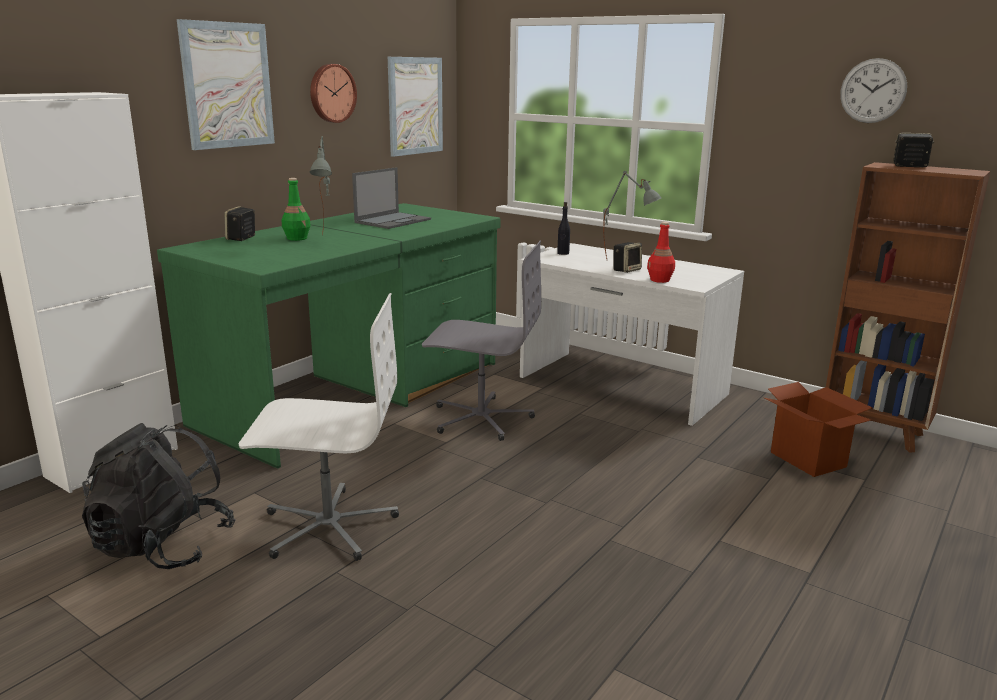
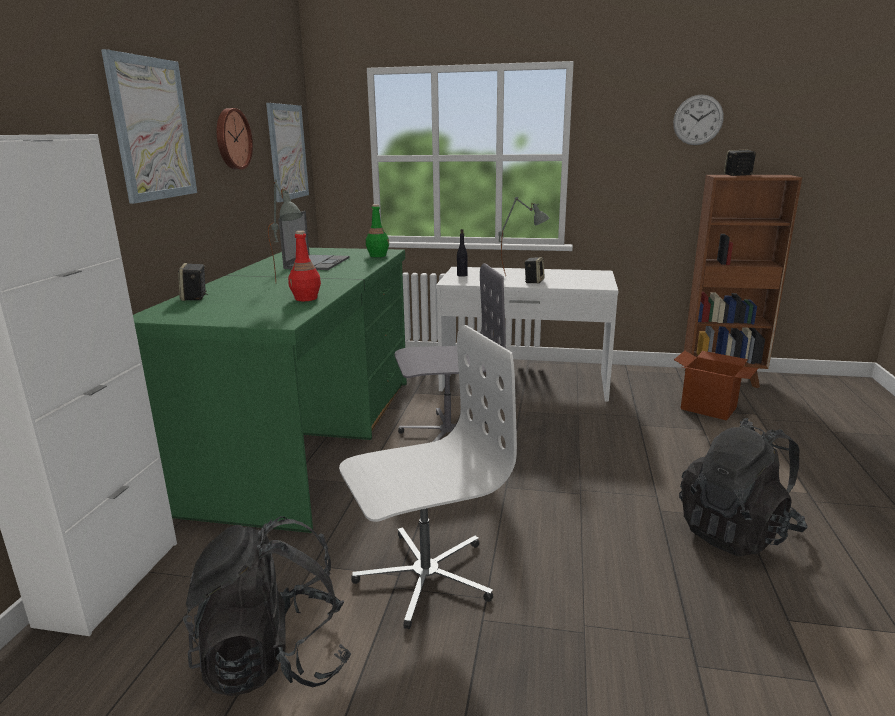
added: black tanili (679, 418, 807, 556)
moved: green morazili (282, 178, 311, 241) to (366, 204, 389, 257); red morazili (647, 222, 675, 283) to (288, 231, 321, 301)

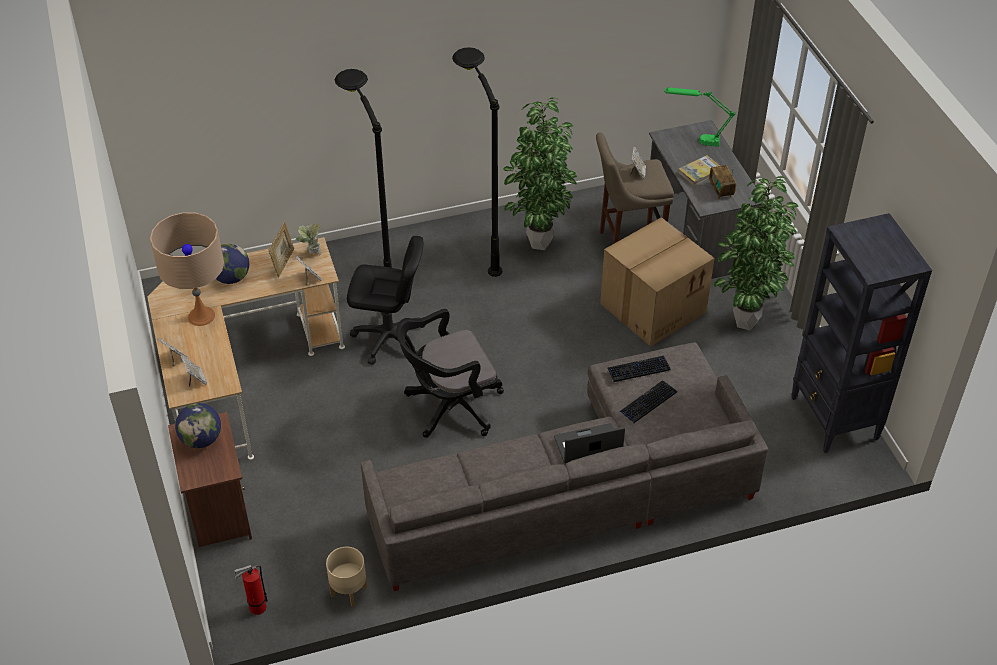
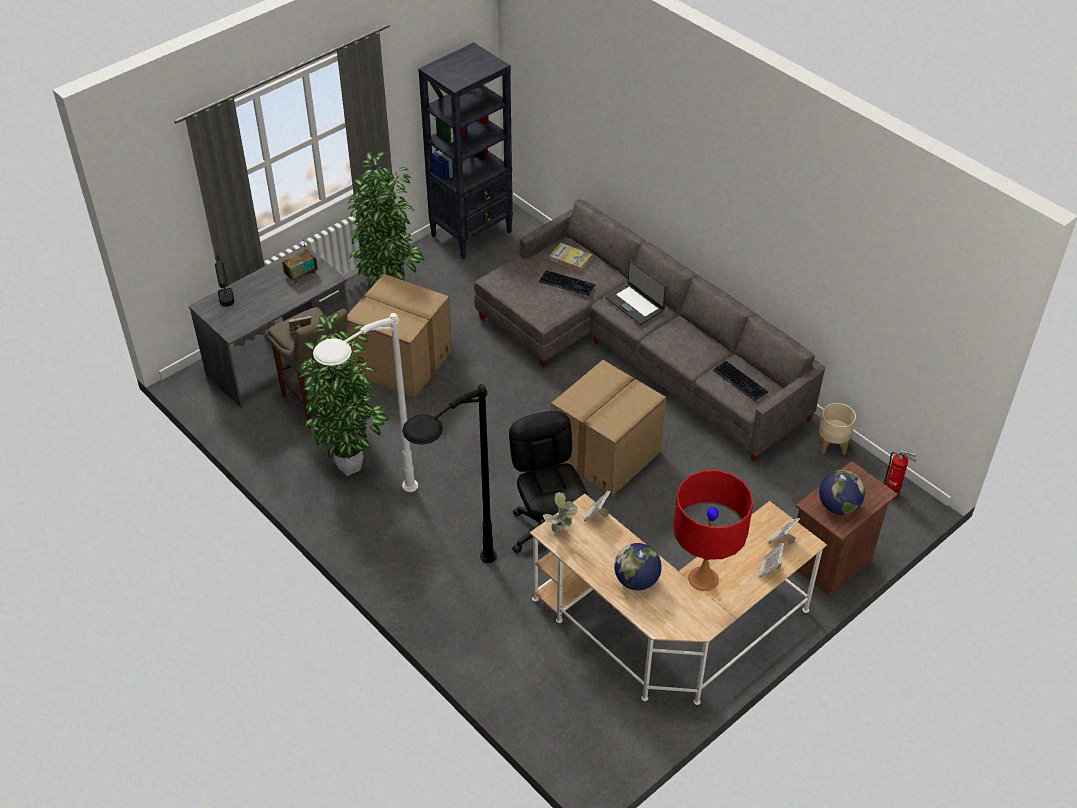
removed: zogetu (269, 221, 294, 277)
moved: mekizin (607, 356, 671, 382) to (712, 361, 768, 401); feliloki (678, 155, 720, 185) to (549, 243, 592, 272)
replaced: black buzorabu (396, 309, 504, 438) to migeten (551, 360, 666, 497)
recoloured: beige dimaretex (150, 212, 224, 326) to red dimaretex (673, 470, 753, 591); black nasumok (452, 47, 502, 277) to white nasumok (313, 313, 418, 492); green dimaretex (664, 87, 736, 147) to black dimaretex (215, 253, 234, 307)

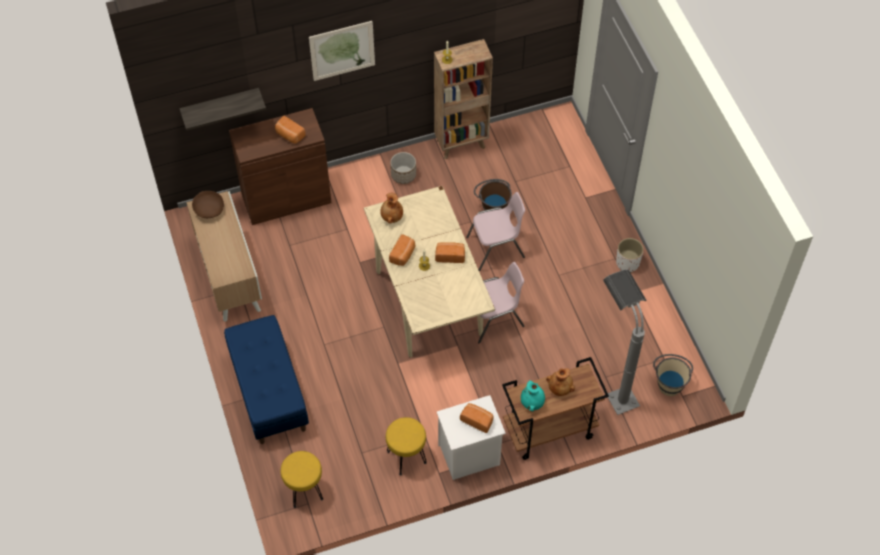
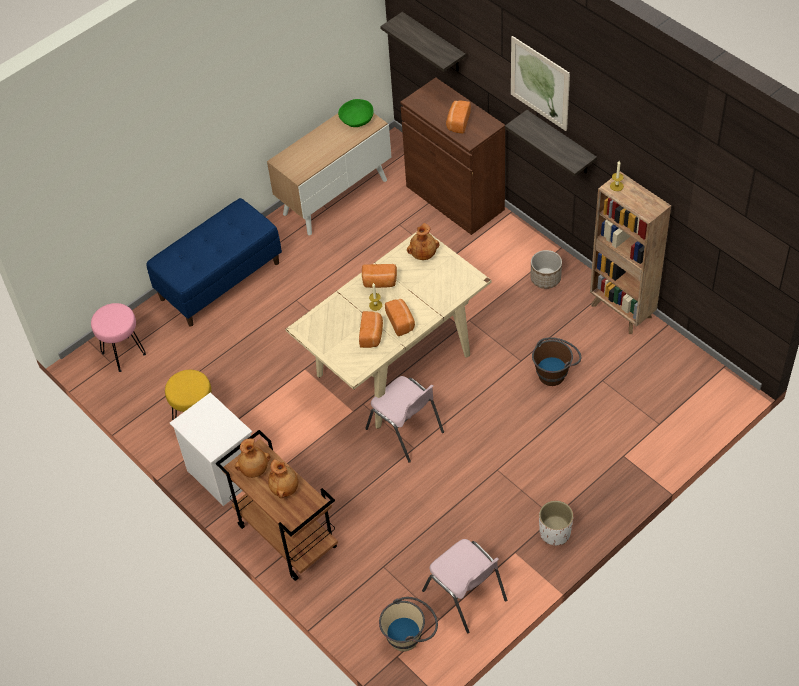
removed: grey nasumok (603, 269, 647, 415)
added: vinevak (505, 110, 597, 177)
moved: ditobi (460, 403, 494, 433) to (359, 311, 383, 348); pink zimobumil (466, 192, 525, 271) to (422, 539, 507, 633)
recoloured: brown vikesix (192, 191, 224, 218) to green vikesix (338, 99, 374, 127); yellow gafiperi (281, 451, 323, 508) to pink gafiperi (91, 303, 146, 372); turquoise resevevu (521, 380, 545, 412) to brown resevevu (235, 438, 270, 478)

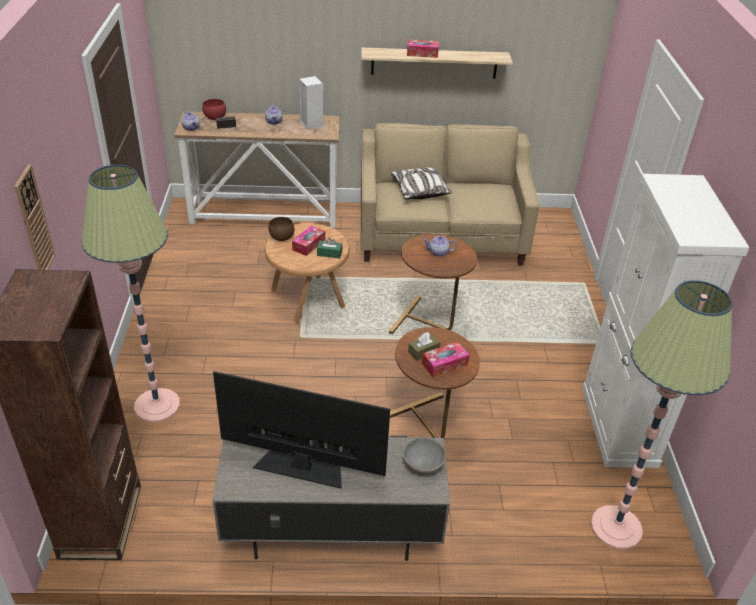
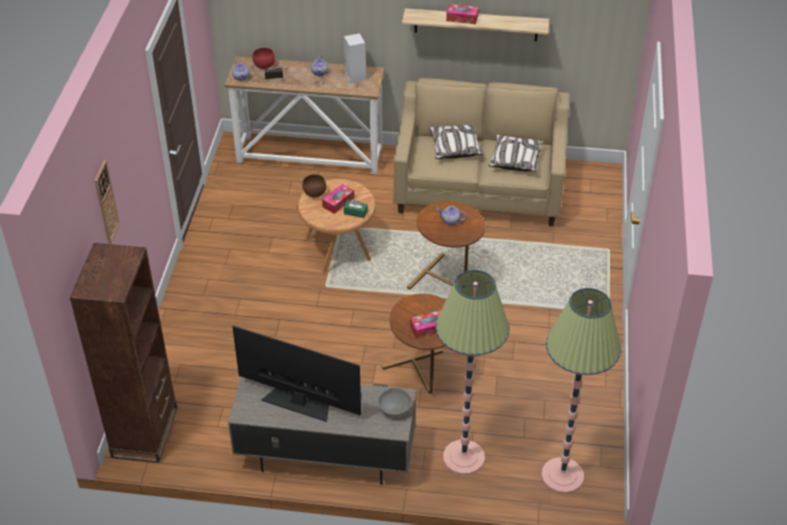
removed: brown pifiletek (408, 332, 440, 361); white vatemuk (582, 174, 749, 468)
added: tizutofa (488, 135, 543, 172)
moved: nasumok (81, 165, 180, 423) to (436, 270, 509, 475)

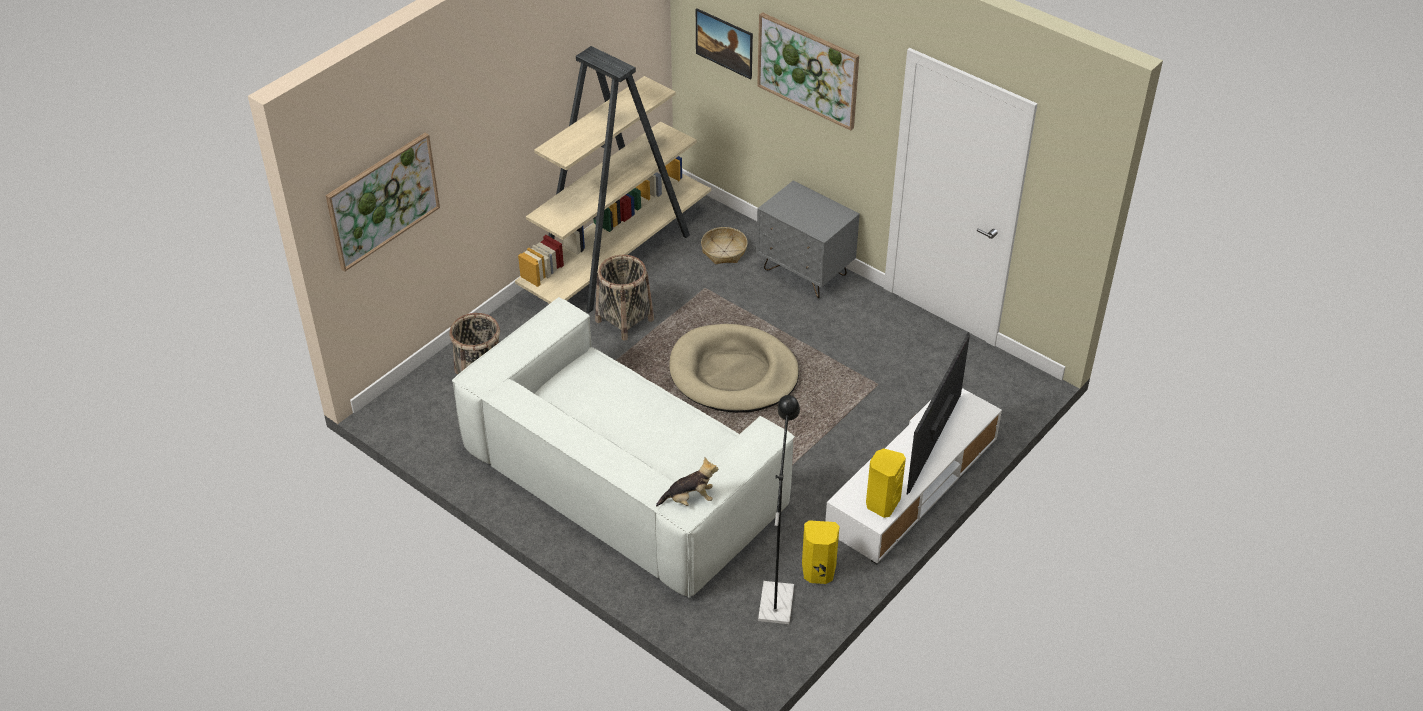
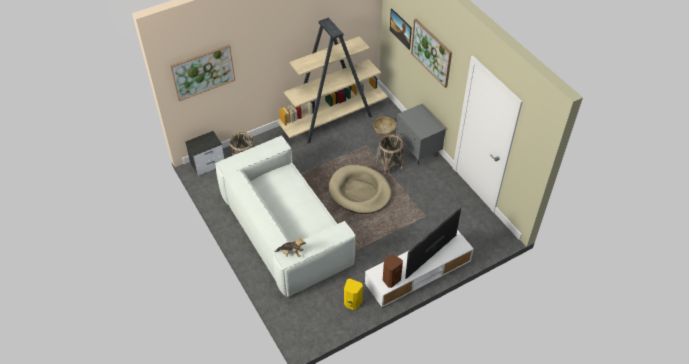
removed: black nasumok (758, 395, 800, 624)
added: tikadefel (185, 131, 224, 176)
moved: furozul (595, 255, 654, 341) to (376, 134, 404, 176)
recoloured: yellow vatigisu (866, 448, 906, 518) to brown vatigisu (383, 255, 403, 288)

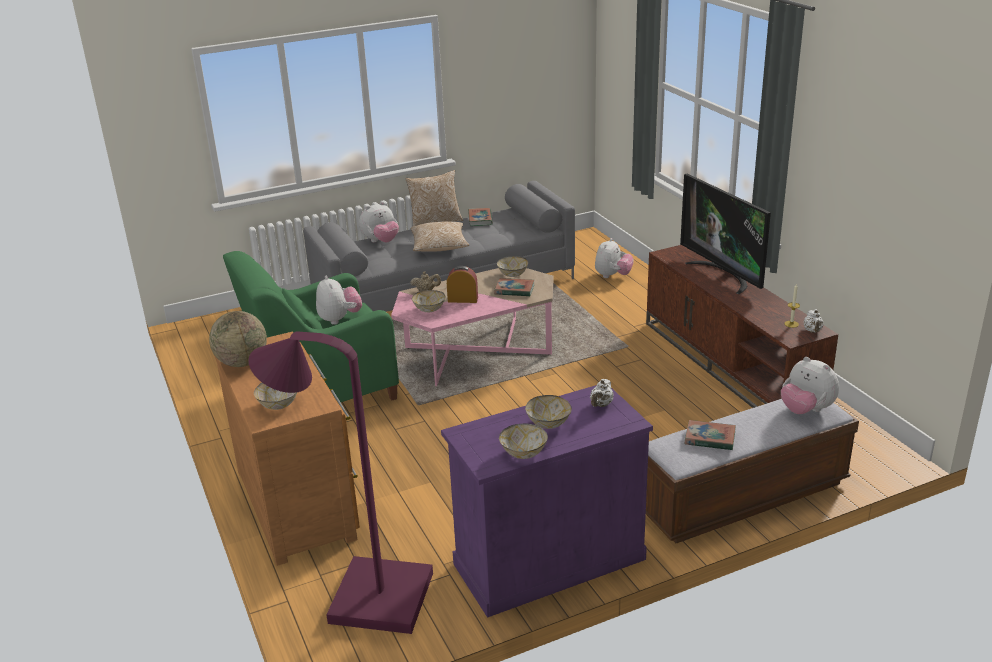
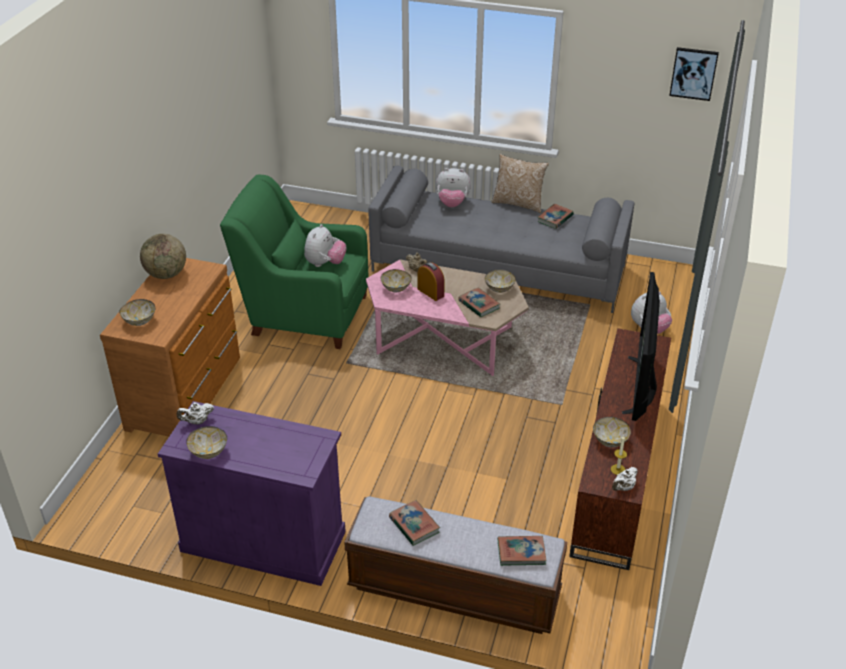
removed: purple nasumok (248, 331, 433, 634); tizutofa (410, 221, 470, 252)
added: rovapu (669, 47, 719, 101)
moved: vikesix (525, 395, 572, 429) to (593, 417, 631, 447); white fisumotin (590, 379, 614, 407) to (177, 402, 214, 425)
replaced: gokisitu (781, 357, 839, 414) to feliloki (498, 536, 547, 566)

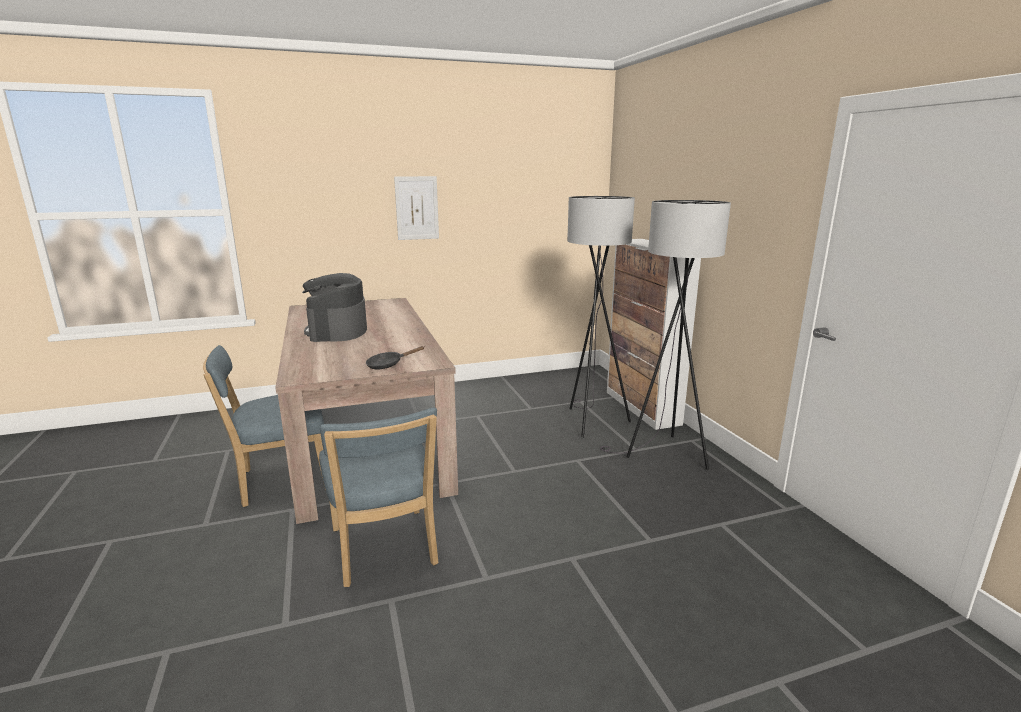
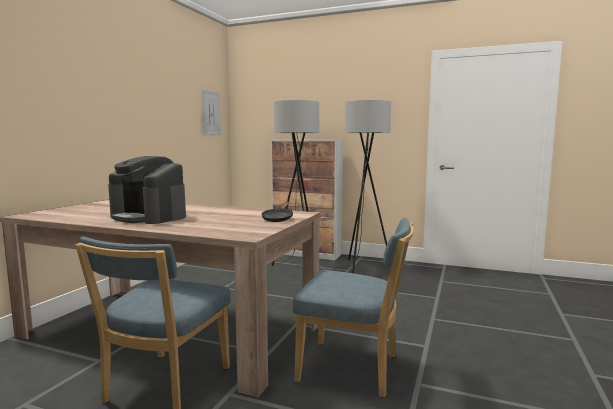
moved: rovapu (394, 176, 439, 240) to (202, 89, 221, 136)

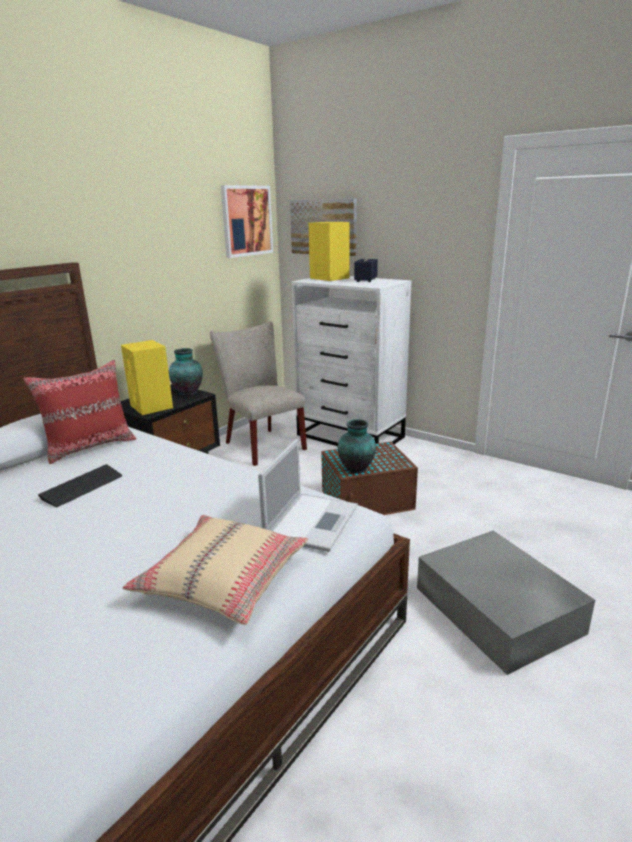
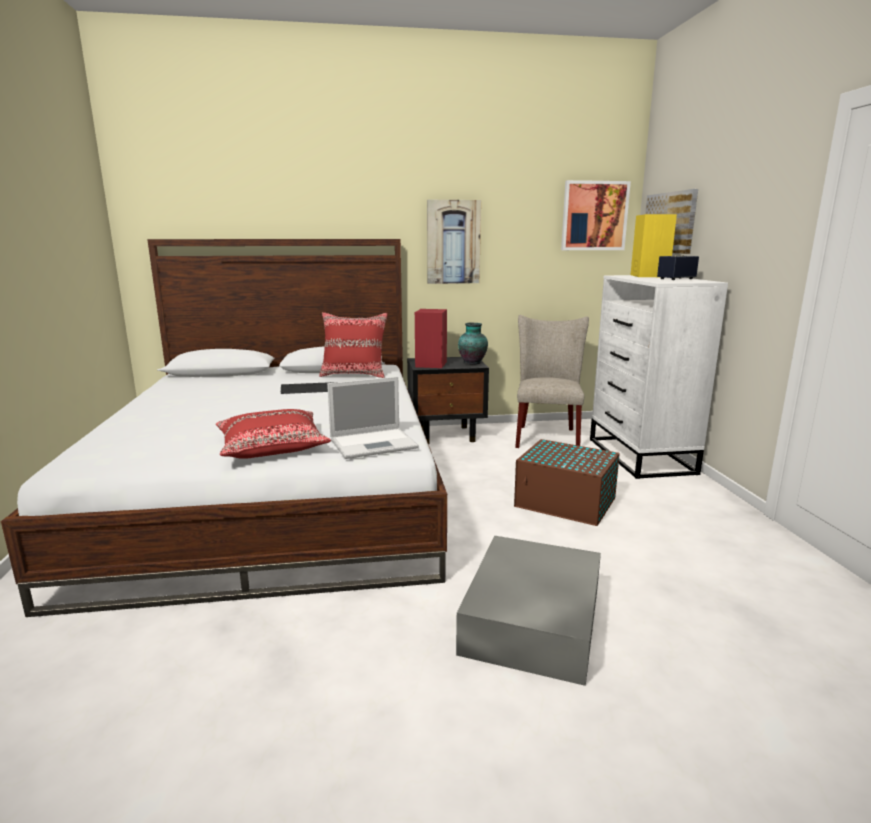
removed: resevevu (338, 419, 376, 473)
added: rovapu (427, 200, 481, 284)
recoloured: yellow vatigisu (121, 340, 173, 415) to red vatigisu (415, 309, 447, 368); beige tizutofa (122, 515, 308, 625) to red tizutofa (216, 409, 331, 459)

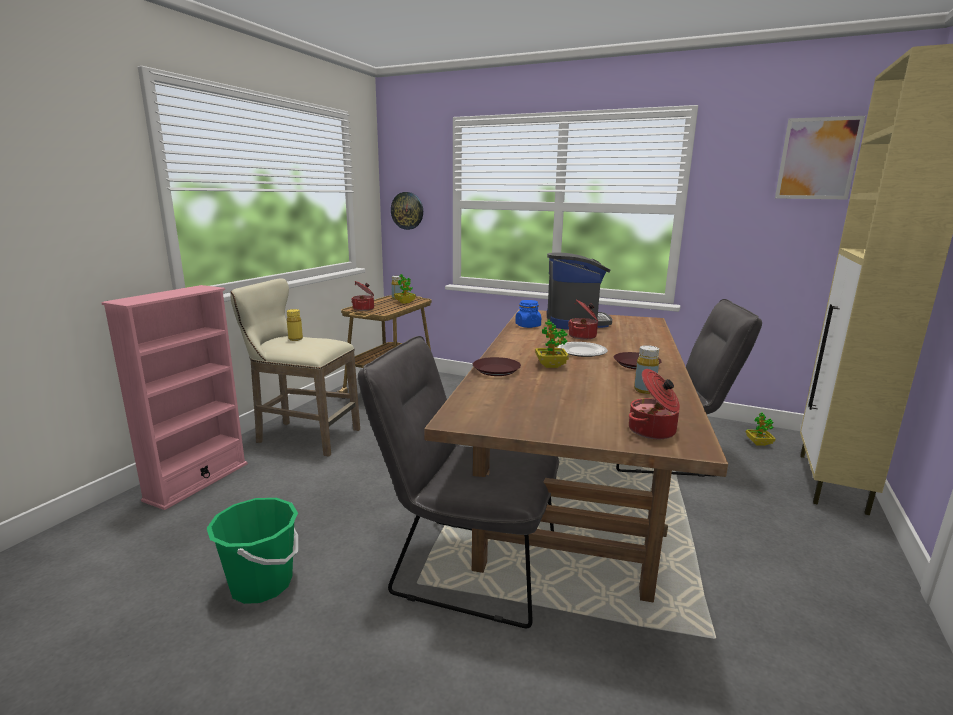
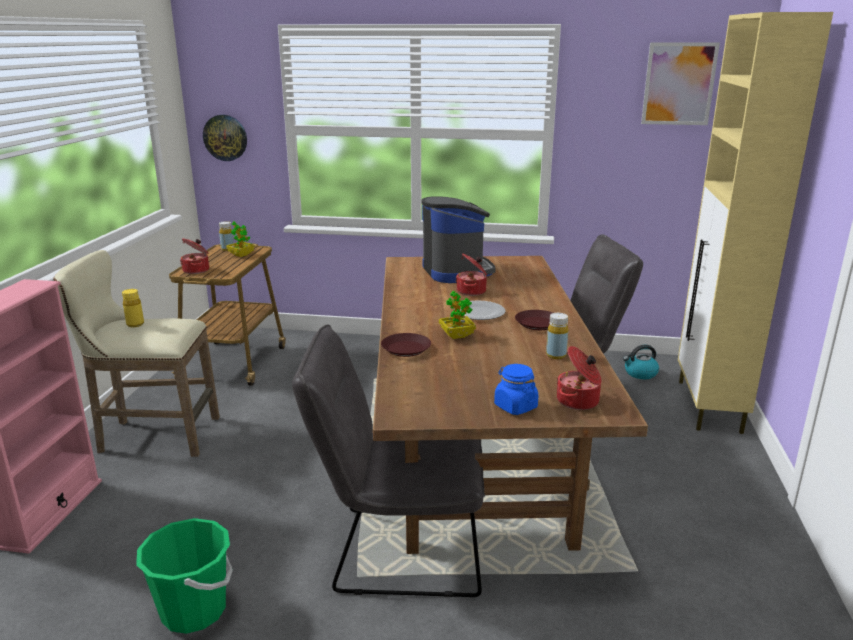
moved: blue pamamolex (515, 300, 541, 328) to (494, 364, 538, 415)
replaced: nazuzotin (746, 412, 776, 446) to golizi (623, 345, 659, 379)

